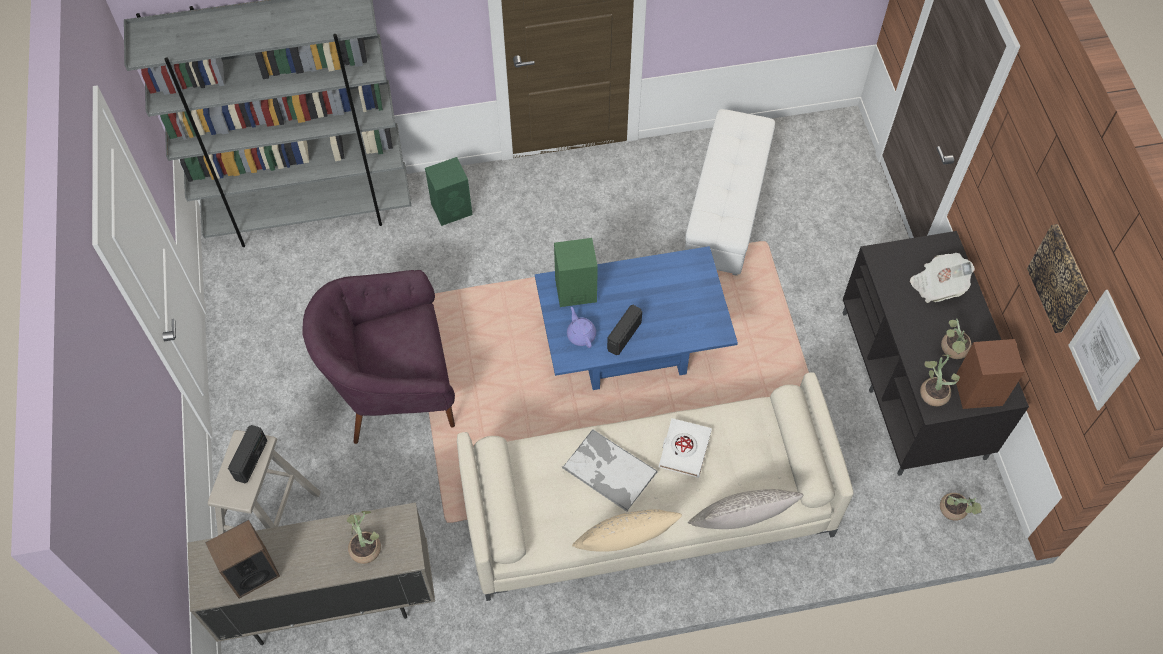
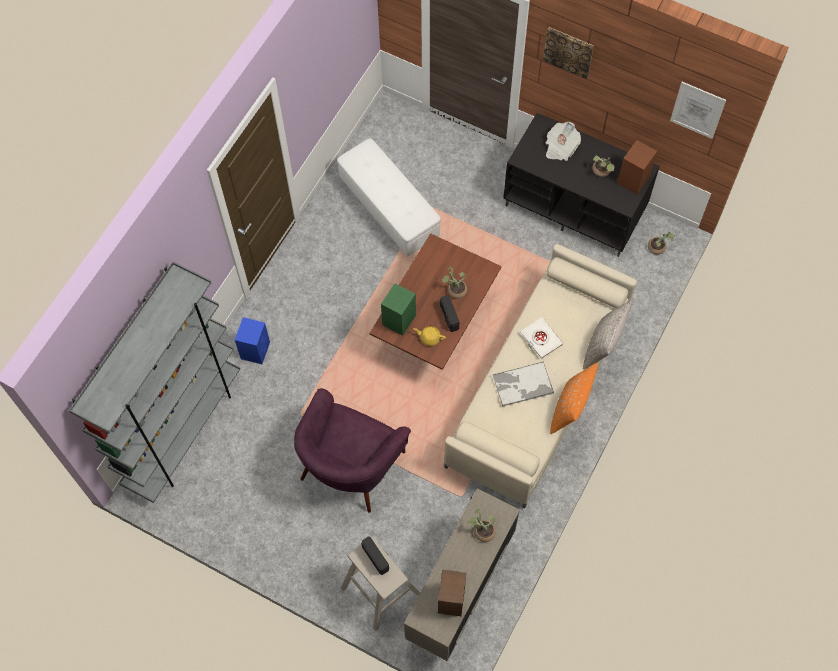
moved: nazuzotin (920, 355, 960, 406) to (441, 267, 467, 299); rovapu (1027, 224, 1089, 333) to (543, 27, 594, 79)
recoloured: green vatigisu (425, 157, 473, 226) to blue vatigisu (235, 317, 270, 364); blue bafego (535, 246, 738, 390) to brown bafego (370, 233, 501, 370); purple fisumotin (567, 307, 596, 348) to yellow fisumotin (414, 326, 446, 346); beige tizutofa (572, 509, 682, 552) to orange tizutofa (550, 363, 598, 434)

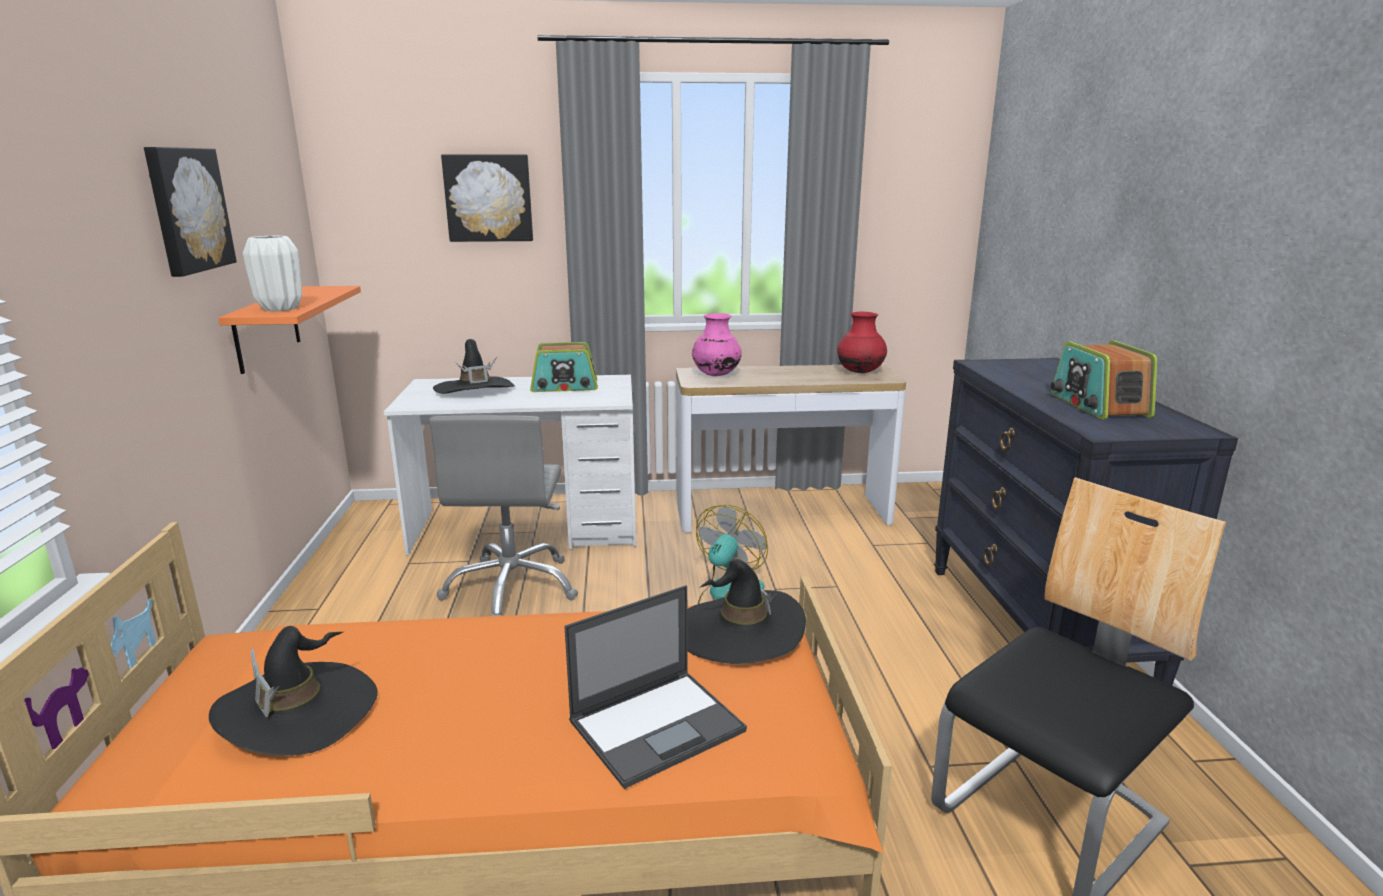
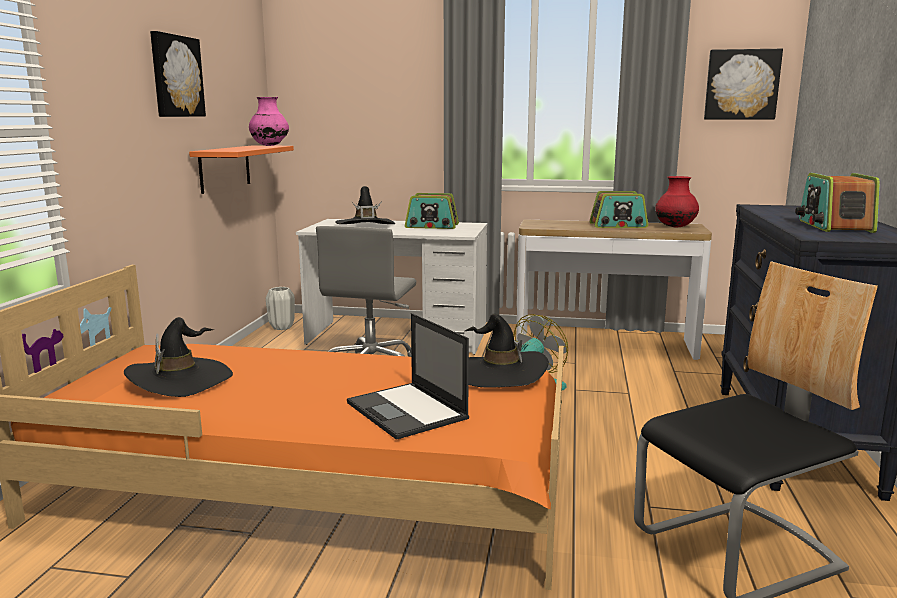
added: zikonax (589, 191, 648, 228)
moved: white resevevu (243, 235, 302, 311) to (266, 287, 295, 330); rovapu (441, 154, 533, 242) to (704, 49, 783, 120); pink resevevu (692, 313, 742, 376) to (249, 97, 289, 146)
turned: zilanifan (564, 585, 747, 789) = (347, 313, 469, 440) 75 degrees clockwise

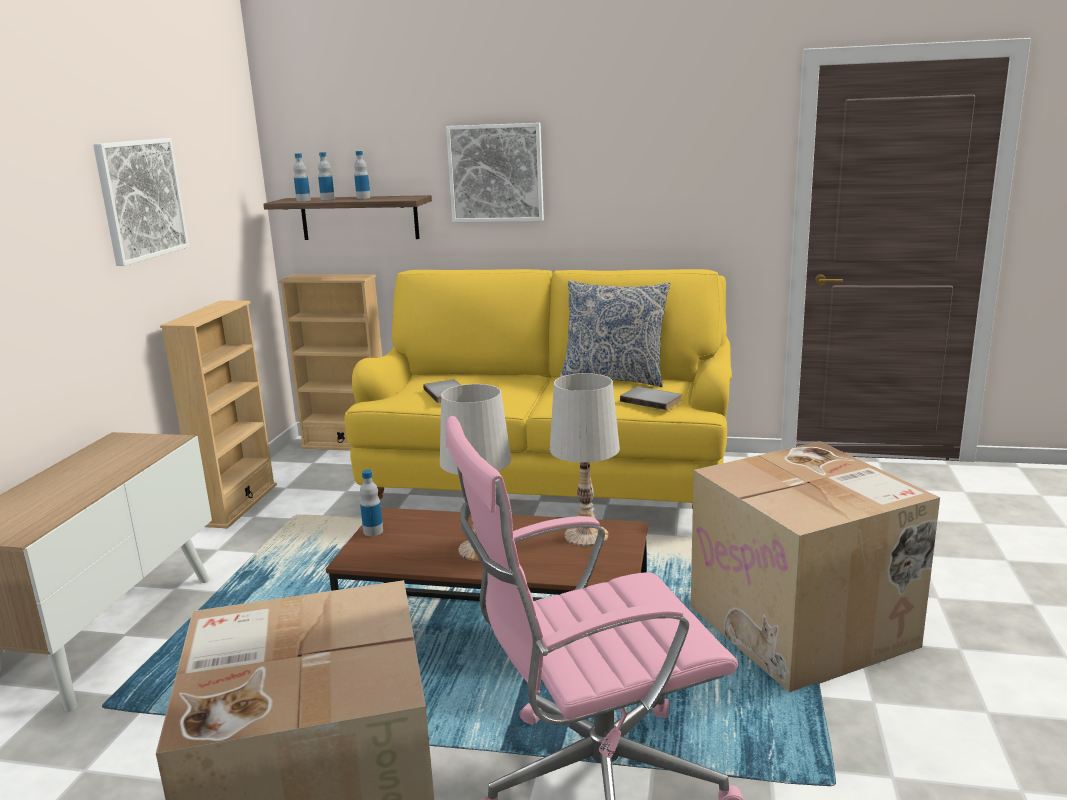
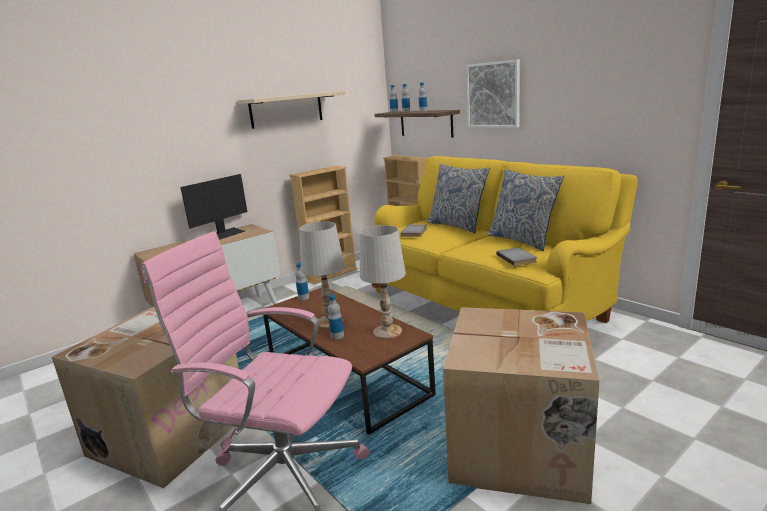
added: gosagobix (180, 174, 247, 240); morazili (328, 294, 344, 339); tizutofa (427, 164, 490, 234)
replaced: rovapu (93, 138, 189, 266) to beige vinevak (237, 91, 346, 129)

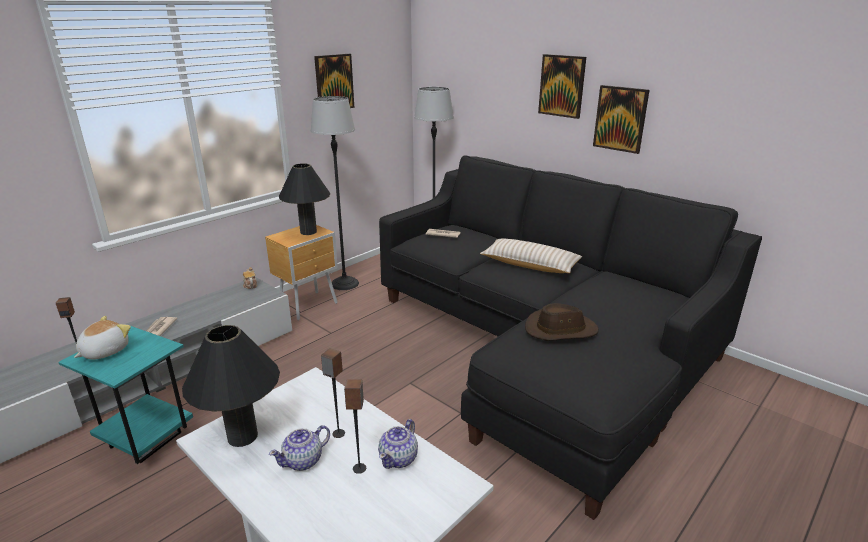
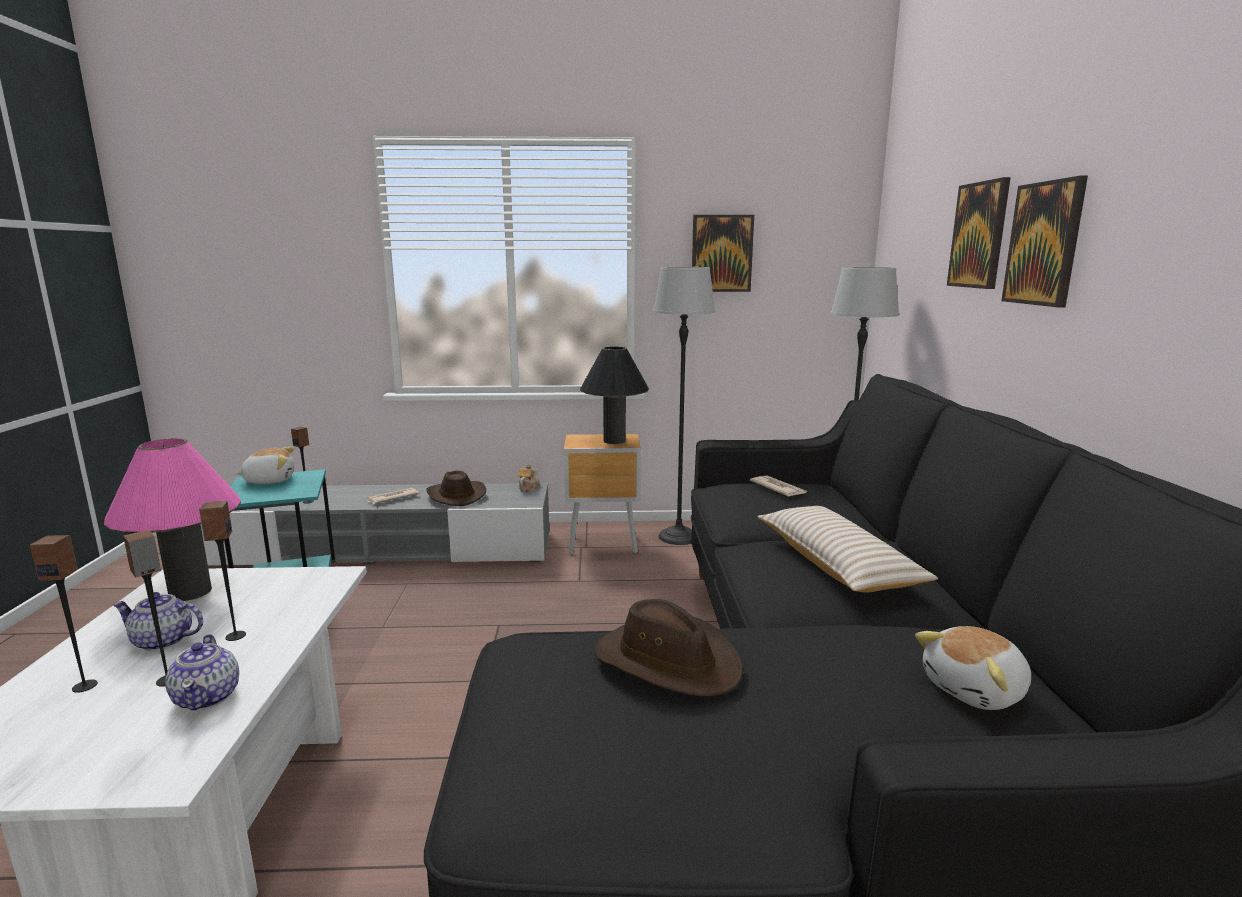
added: vatigisu (30, 535, 98, 693); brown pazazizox (426, 471, 486, 506); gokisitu (915, 626, 1031, 710)
moved: rovapu (593, 85, 649, 154) to (947, 177, 1011, 289)
recoloured: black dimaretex (182, 325, 280, 447) to pink dimaretex (104, 438, 241, 601)
turned: fisumotin (378, 419, 418, 469) = (165, 634, 239, 710) 90 degrees counterclockwise

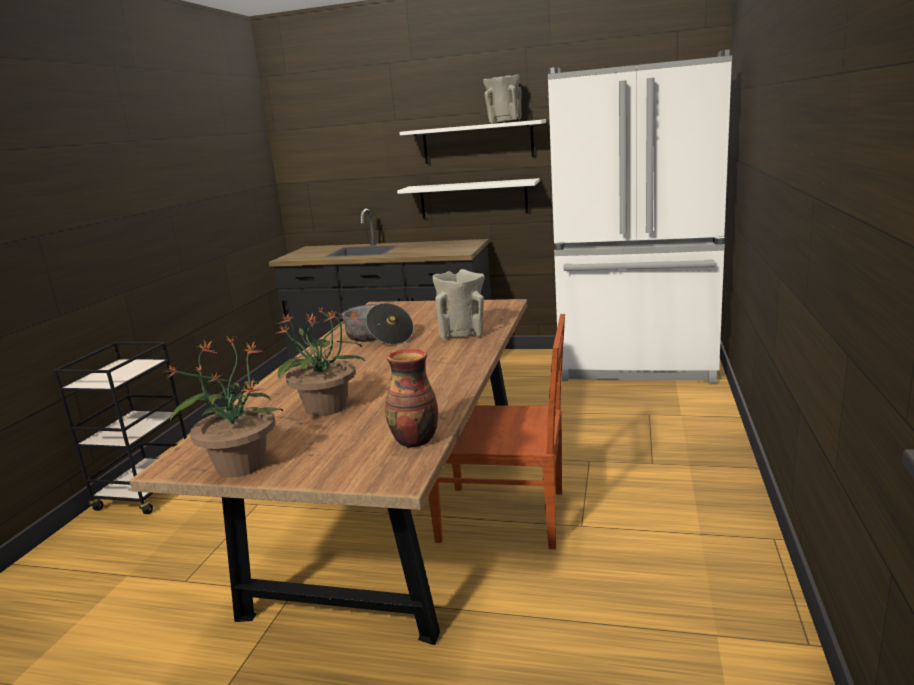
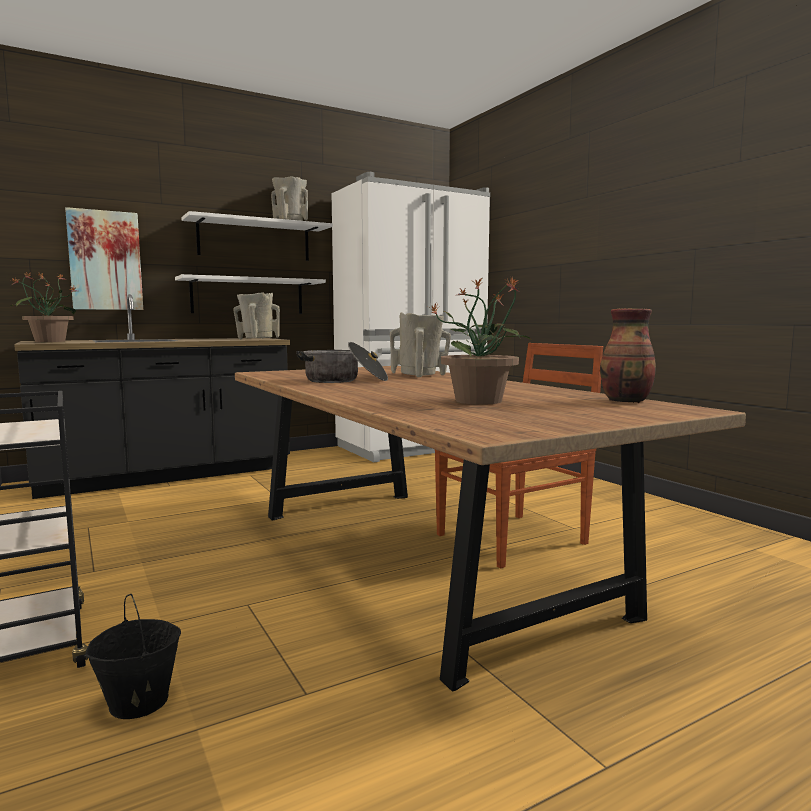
added: rovapu (65, 207, 143, 310); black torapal (85, 594, 181, 719); beige resevevu (233, 293, 280, 339)
moved: nazuzotin (164, 336, 283, 477) to (10, 272, 76, 342)

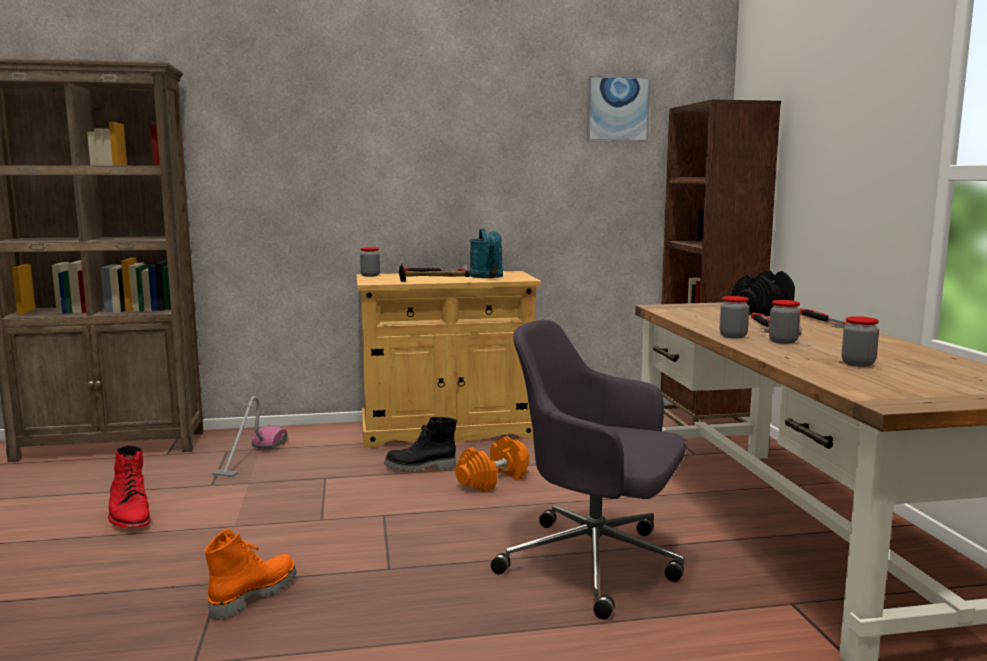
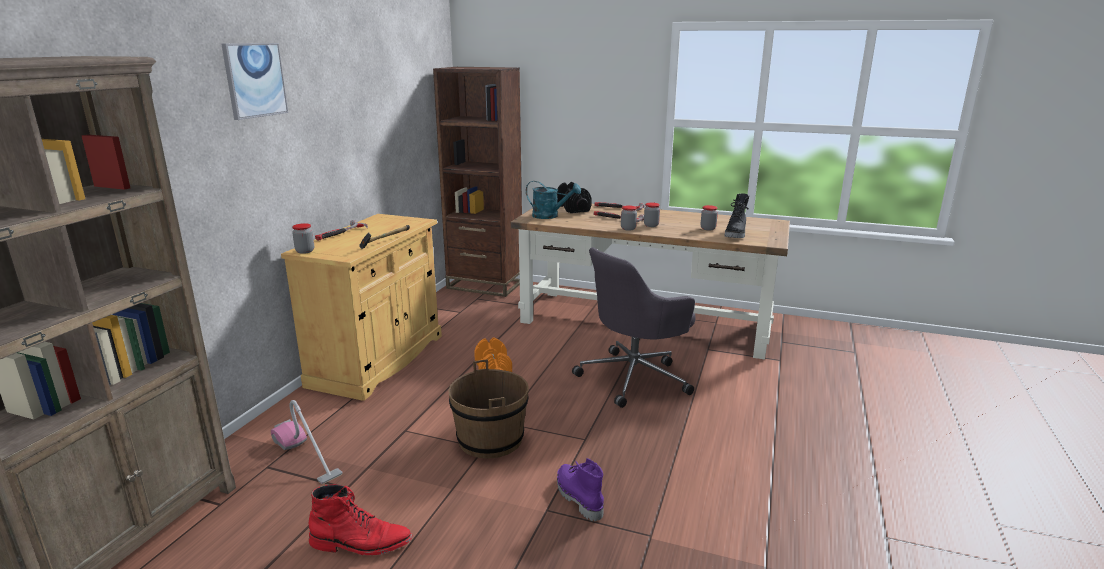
added: brown torapal (448, 359, 529, 458)
moved: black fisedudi (384, 417, 456, 472) to (725, 194, 749, 238); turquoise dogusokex (470, 229, 503, 278) to (526, 181, 581, 219); rovapu (587, 76, 650, 142) to (221, 43, 288, 120)
recoloured: orange fisedudi (205, 528, 296, 620) to purple fisedudi (557, 458, 604, 521)

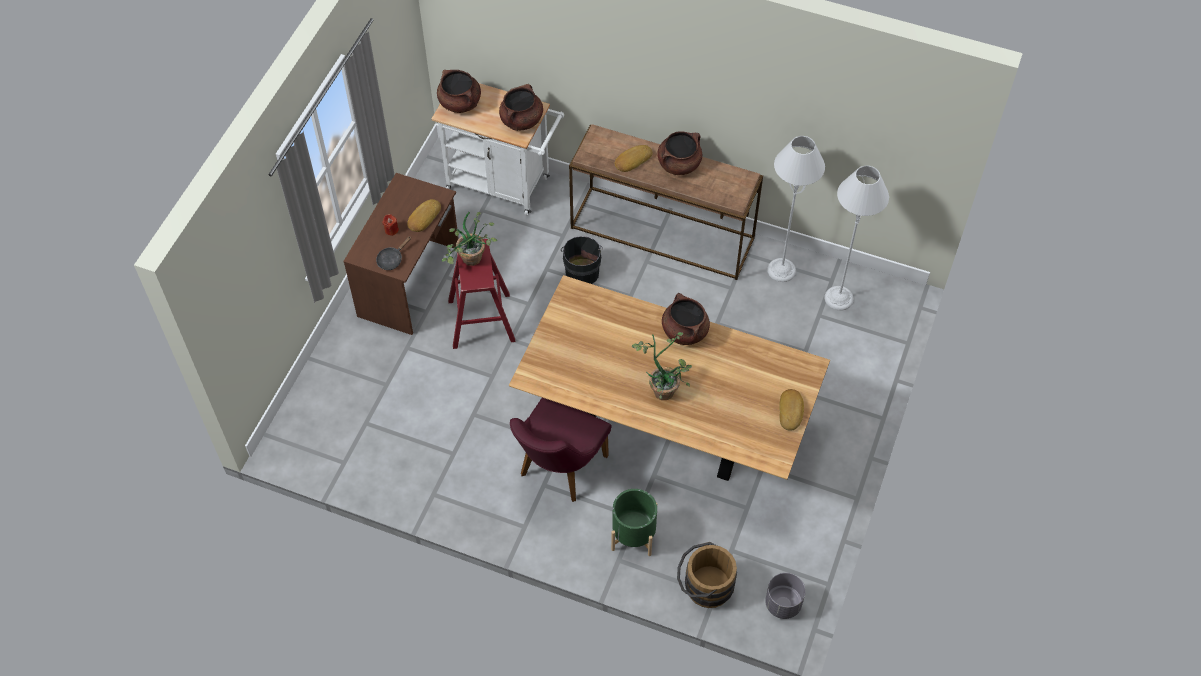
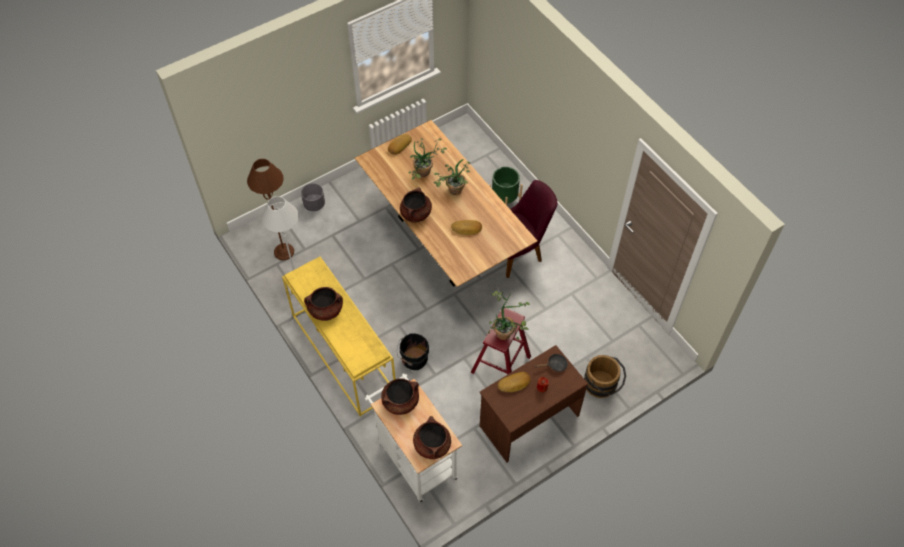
added: nazuzotin (408, 138, 447, 179)
moved: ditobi (615, 145, 653, 172) to (451, 220, 482, 235); brown torapal (677, 542, 737, 608) to (584, 355, 626, 398); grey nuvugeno (765, 573, 806, 619) to (301, 183, 325, 211)
recoloured: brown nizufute (569, 124, 763, 280) to yellow nizufute (282, 256, 396, 416); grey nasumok (824, 166, 889, 311) to brown nasumok (247, 159, 294, 260)

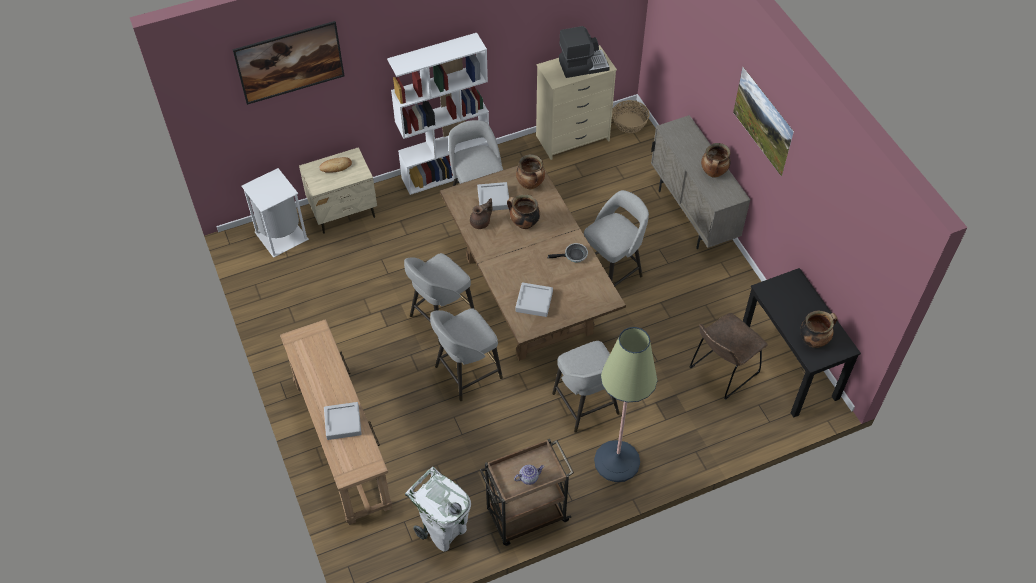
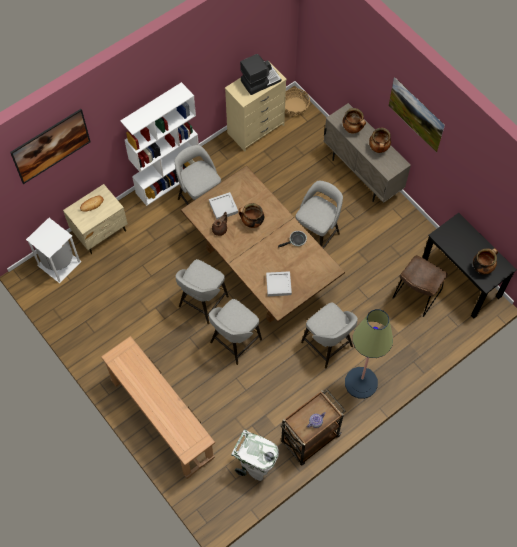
removed: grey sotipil (324, 402, 362, 440)
moved: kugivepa (516, 154, 545, 189) to (343, 108, 366, 133)

